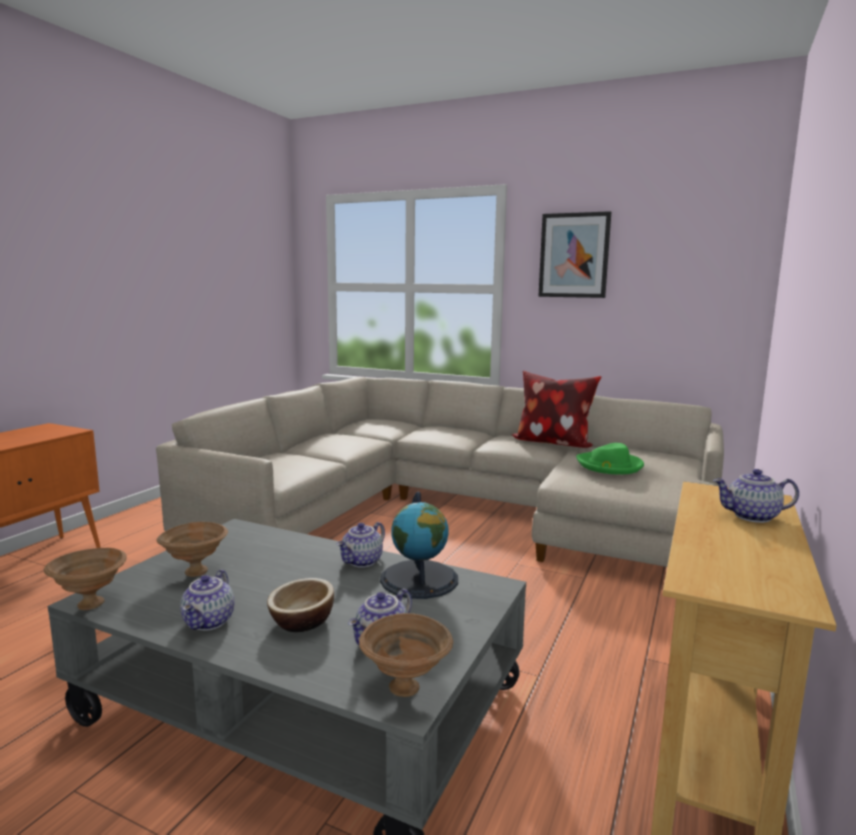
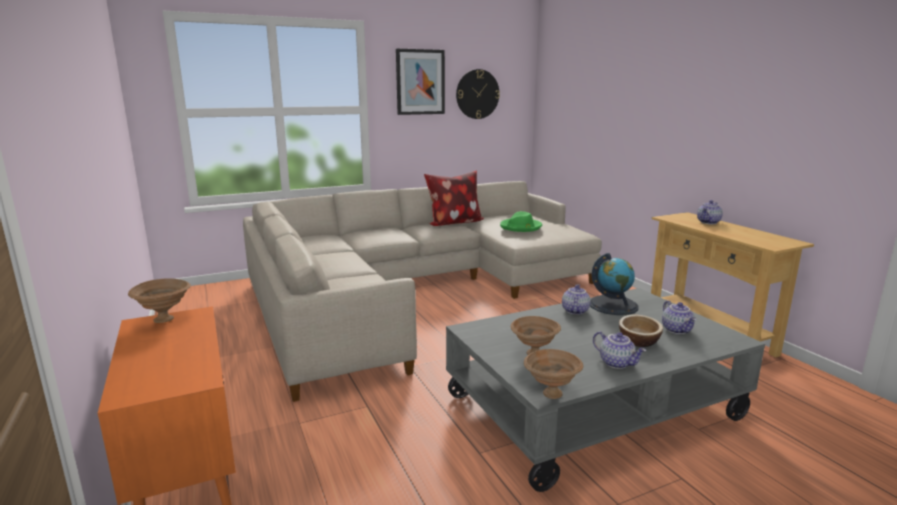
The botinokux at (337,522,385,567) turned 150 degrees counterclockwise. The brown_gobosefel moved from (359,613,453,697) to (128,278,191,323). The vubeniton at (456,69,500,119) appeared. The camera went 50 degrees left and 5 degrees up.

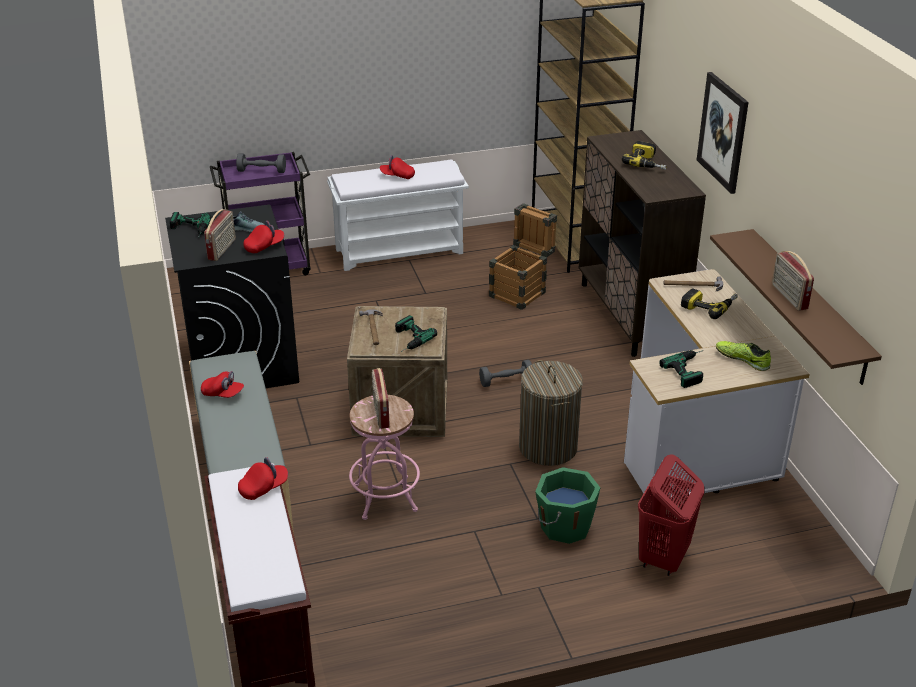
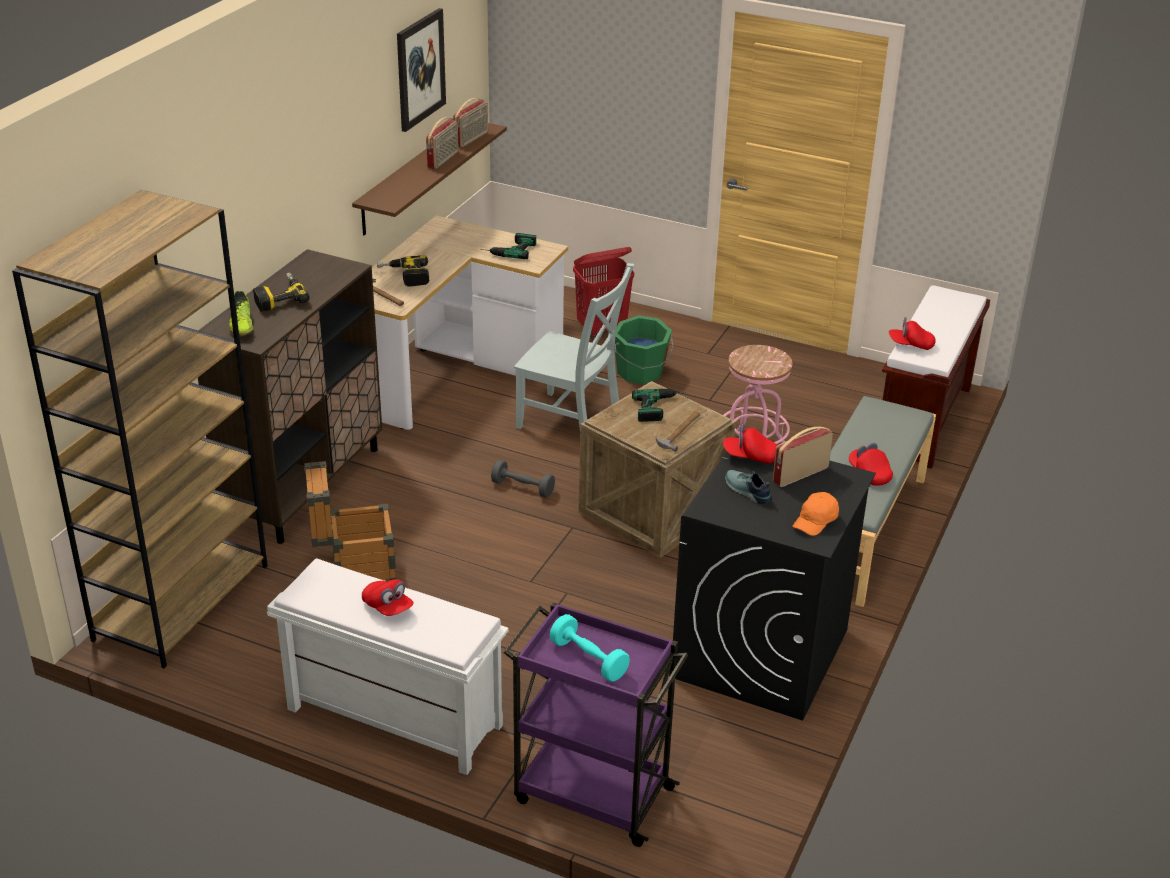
The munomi moved from (697,72,749,194) to (397,8,446,132). The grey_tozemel at (236,153,286,173) became the turquoise_tozemel at (550,614,630,682). The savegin at (169,212,211,238) was replaced by the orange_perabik at (793,492,839,536). The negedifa moved from (716,341,771,371) to (229,291,253,336). The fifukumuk at (519,360,583,466) was replaced by the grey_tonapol at (514,263,634,429). The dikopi moved from (372,368,390,429) to (453,98,488,148). The camera went 140 degrees left and 0 degrees up.

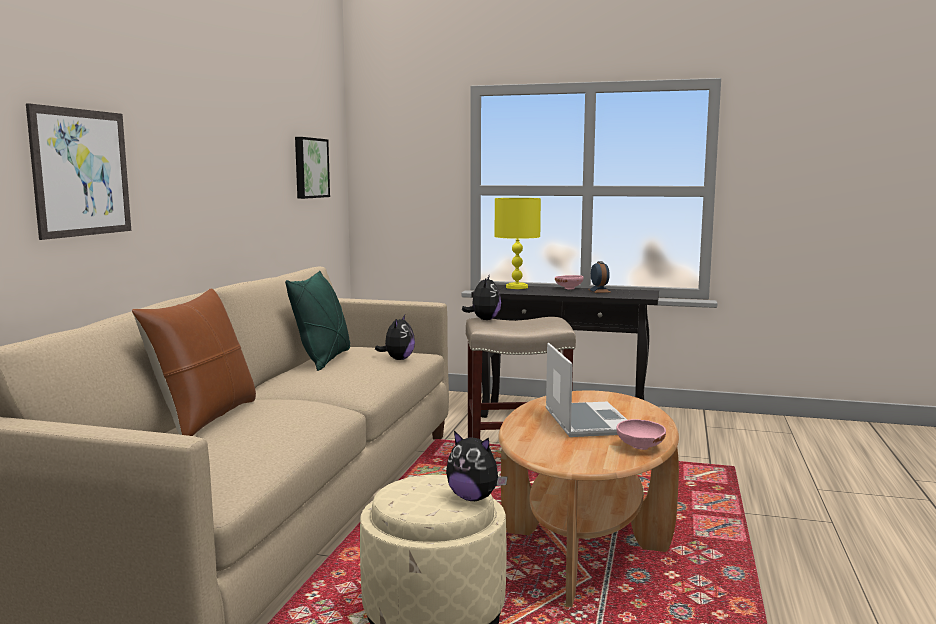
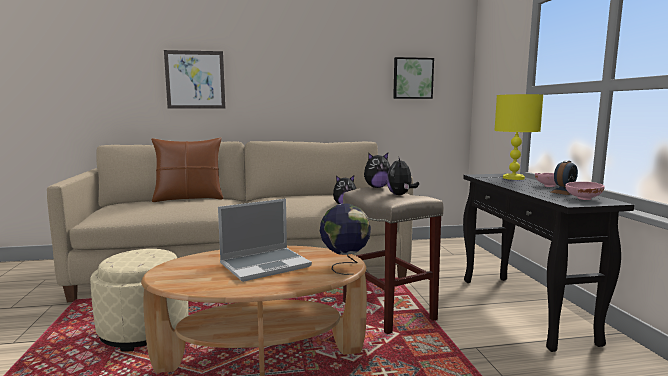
The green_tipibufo at (285,271,350,371) disappeared. The pink_gobosefel moved from (616,419,666,450) to (565,182,605,200). The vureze moved from (446,431,508,501) to (387,156,419,195). The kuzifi at (320,204,371,275) appeared. The camera went 65 degrees right and 0 degrees up.

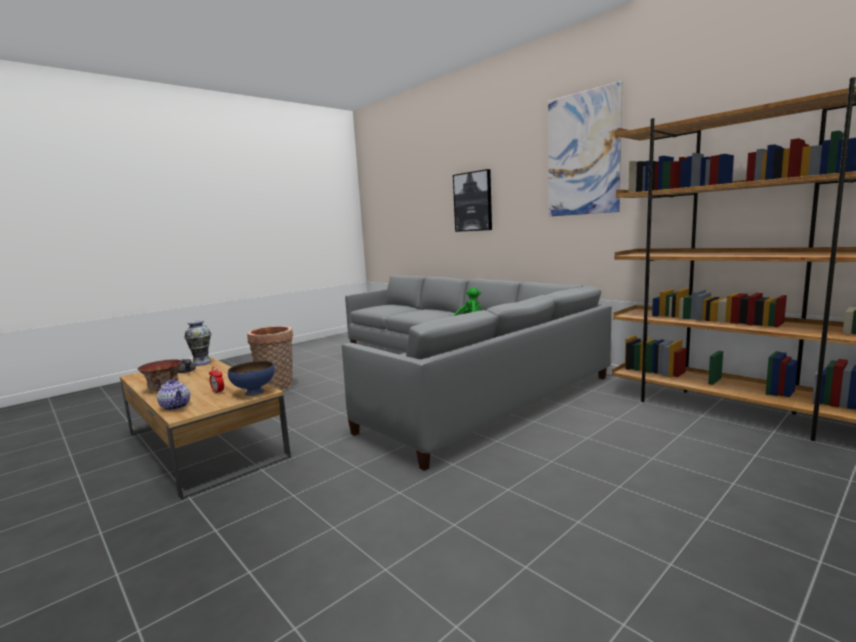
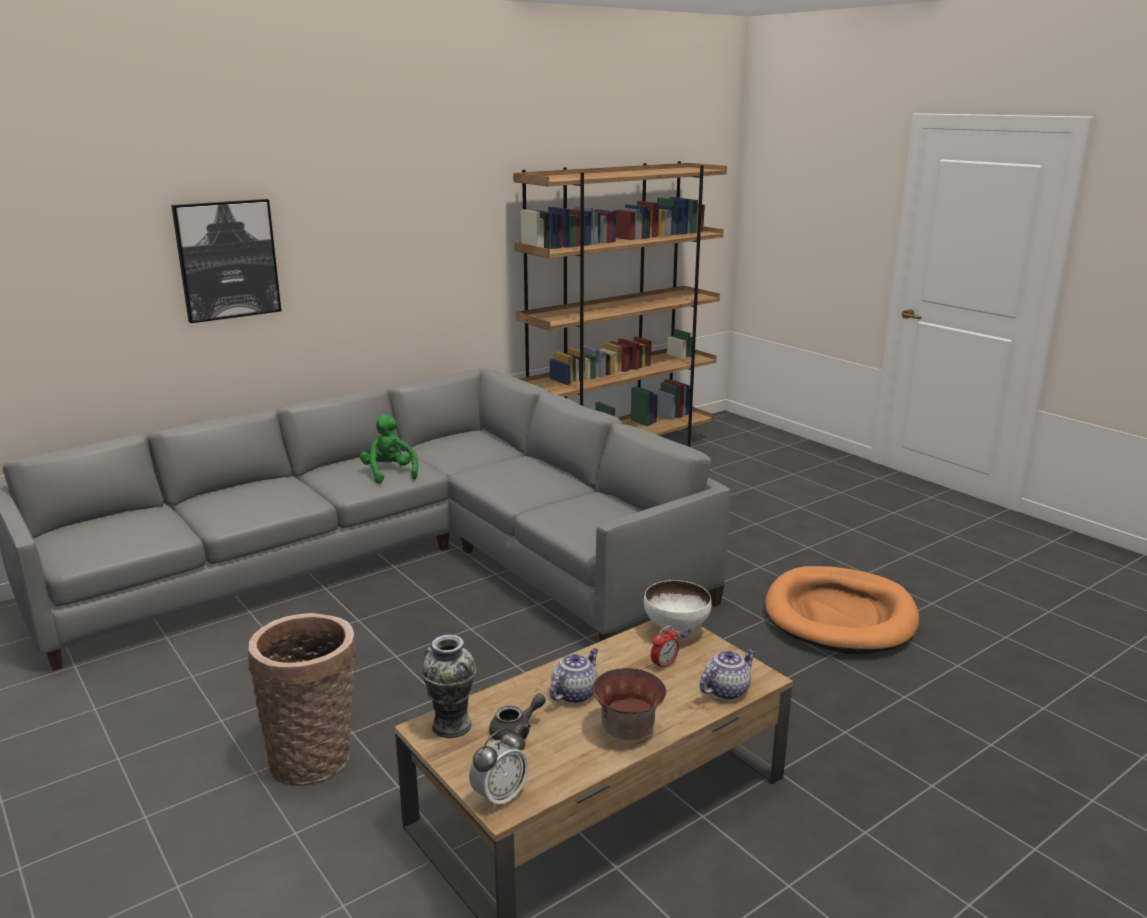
The munomi at (548,81,622,217) disappeared. The blue_gobosefel at (228,361,275,396) became the white_gobosefel at (644,580,712,639). The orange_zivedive at (765,566,919,654) appeared. The botinokux at (550,648,598,704) appeared. The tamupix at (469,728,529,810) appeared. The camera went 85 degrees left and 10 degrees up.

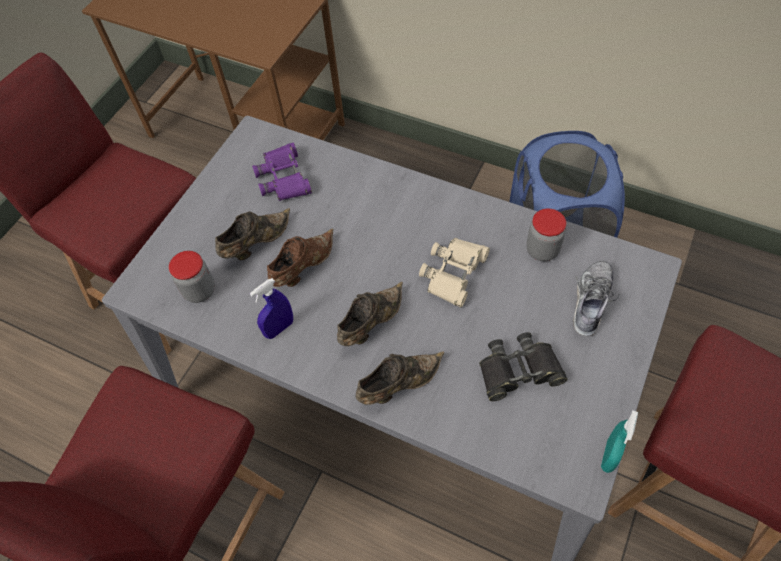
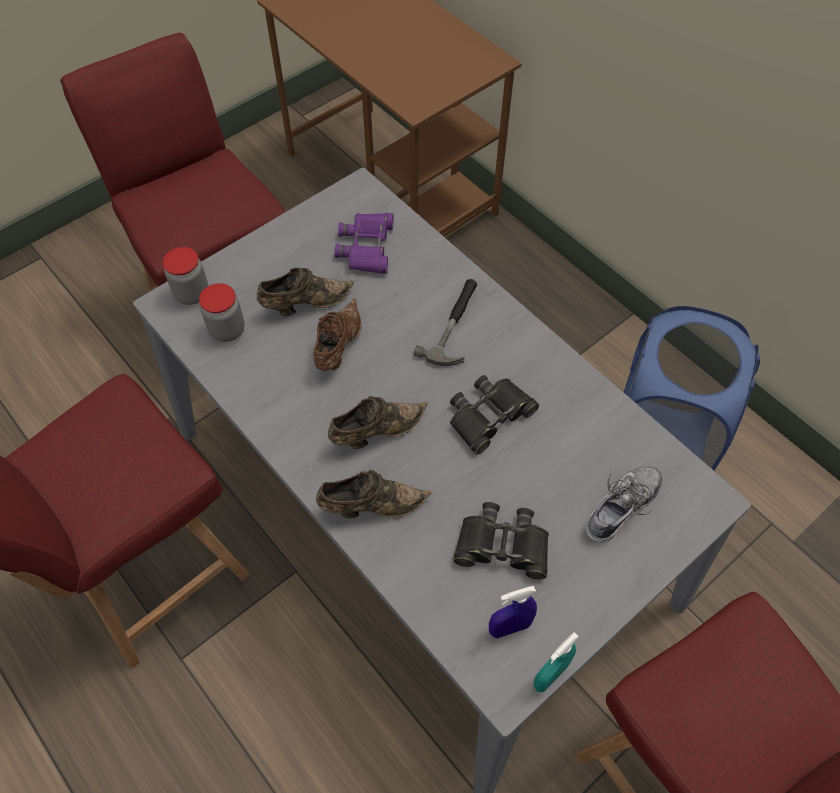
The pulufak moved from (526,209,566,261) to (163,247,208,305). The brown_negedifa at (267,228,333,287) turned 45 degrees counterclockwise. The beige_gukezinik at (419,238,490,307) became the black_gukezinik at (450,375,539,455). The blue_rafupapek moved from (250,278,293,339) to (489,586,537,638). The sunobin at (413,279,477,366) appeared. The camera went 20 degrees right and 0 degrees up.

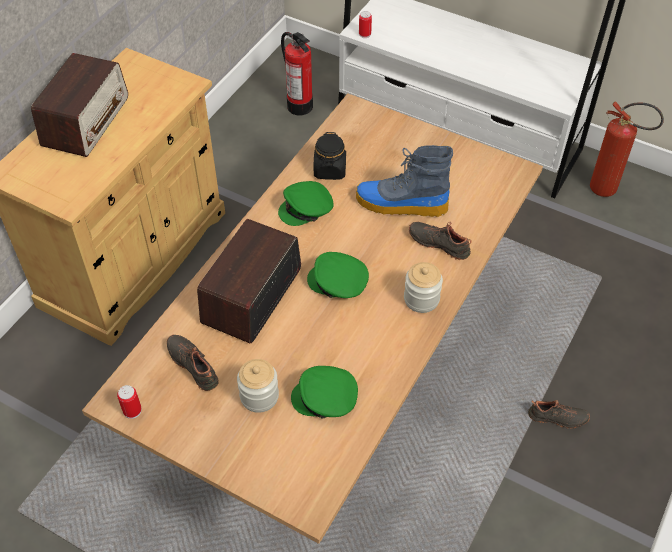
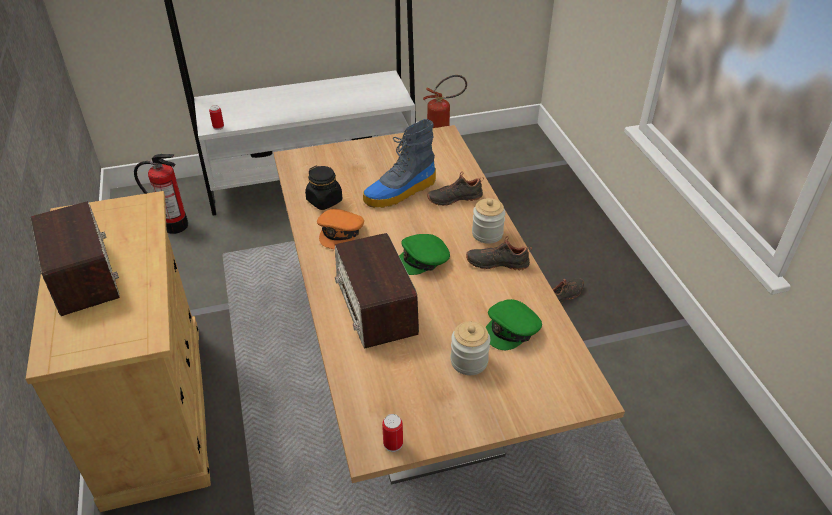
The green_perabik at (278,181,334,226) became the orange_perabik at (317,209,364,249). The black_negedifa moved from (167,335,219,391) to (466,236,532,270). The camera went 45 degrees left and 10 degrees down.

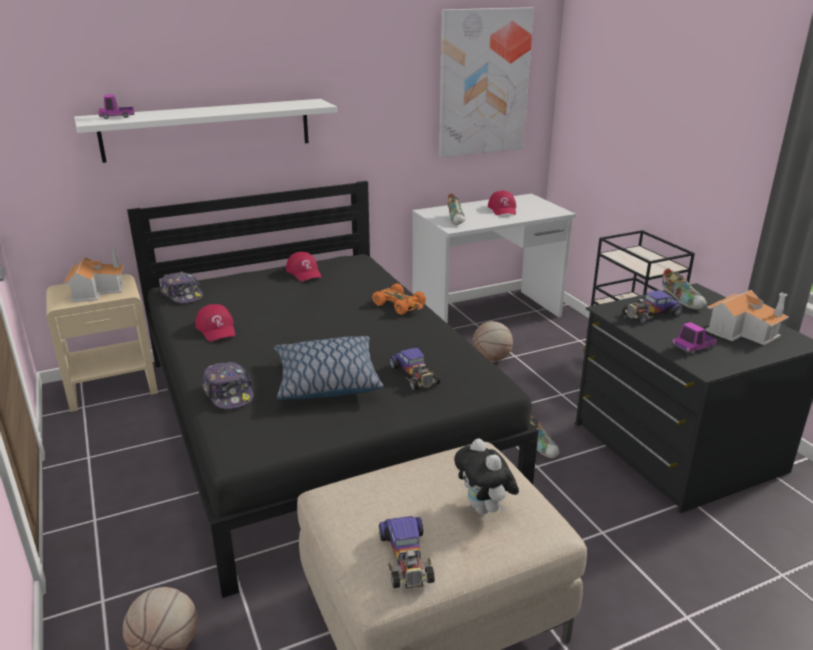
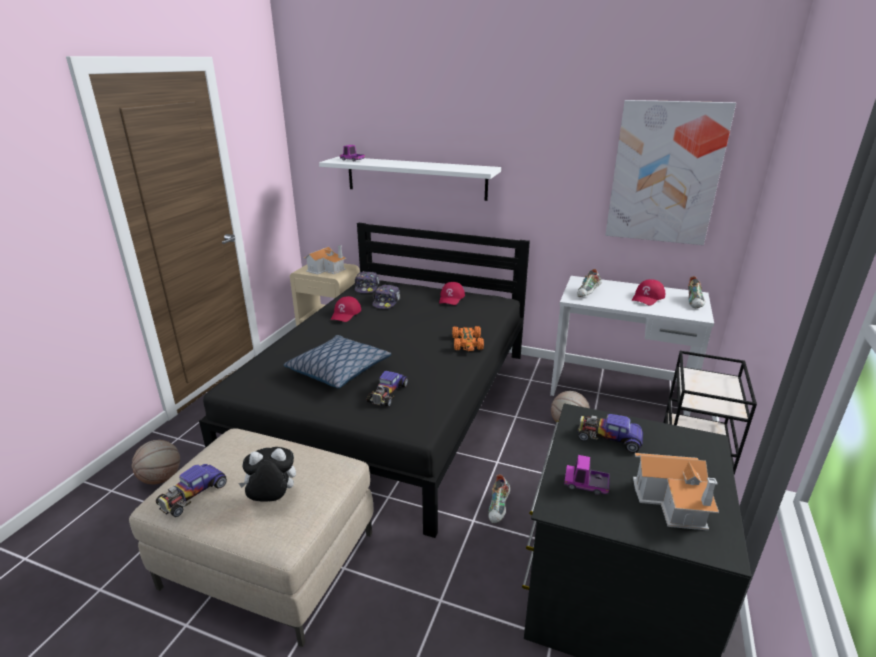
The negedifa moved from (662,268,707,309) to (688,276,705,308). The perabik moved from (202,362,254,409) to (372,284,401,309). The vureze at (454,439,519,514) turned 60 degrees clockwise. The camera went 45 degrees right and 0 degrees up.

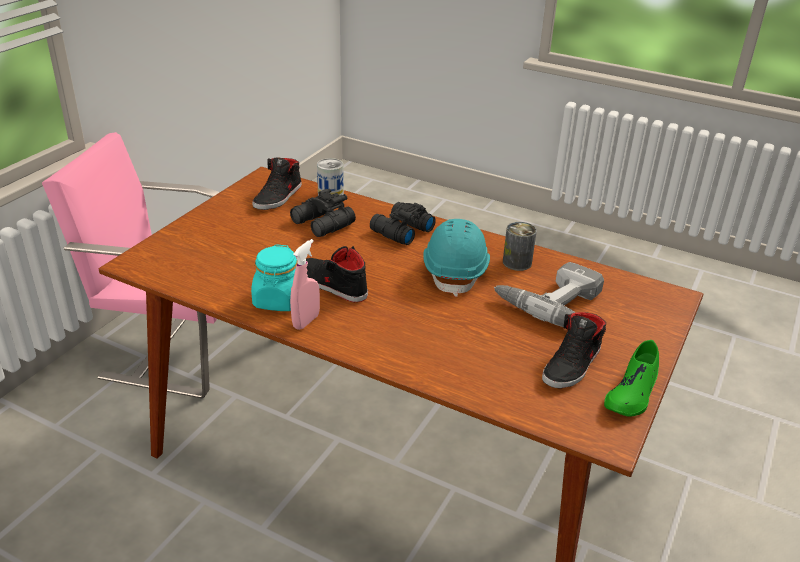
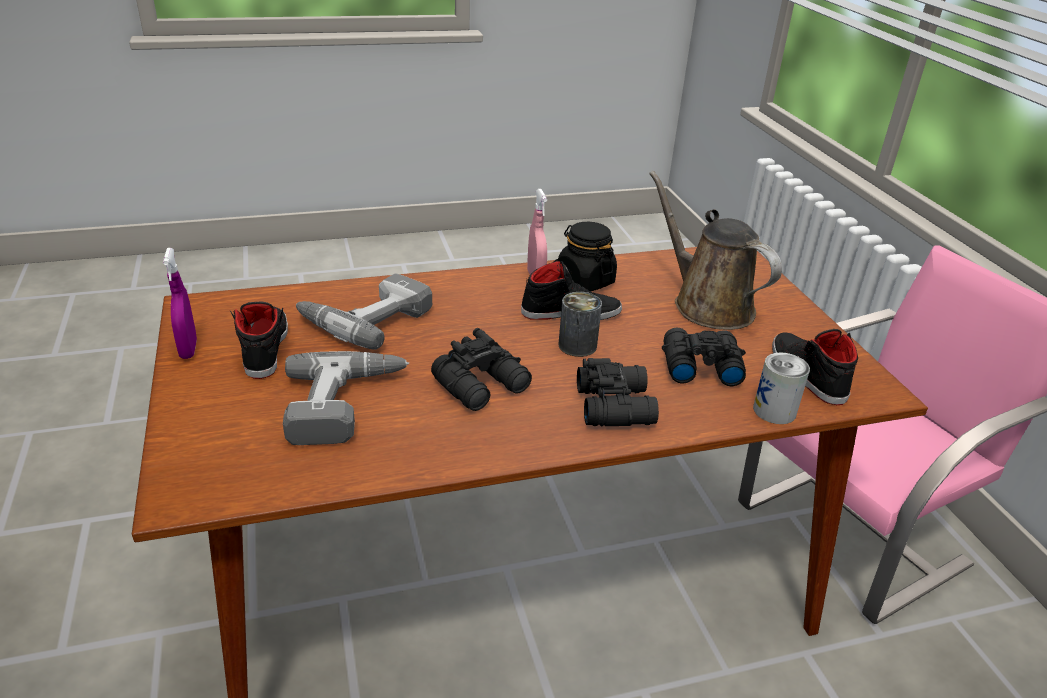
The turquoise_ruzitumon at (423,219,490,297) was replaced by the black_gukezinik at (431,328,532,411). The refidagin moved from (503,222,537,271) to (559,292,602,357). The turquoise_pulufak at (251,244,298,311) became the black_pulufak at (558,222,617,291). The green_negedifa at (604,340,659,417) was replaced by the purple_rafupapek at (163,248,197,359). The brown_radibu at (649,171,782,330) appeared. The savegin at (296,273,432,350) appeared. The camera went 135 degrees right and 0 degrees up.

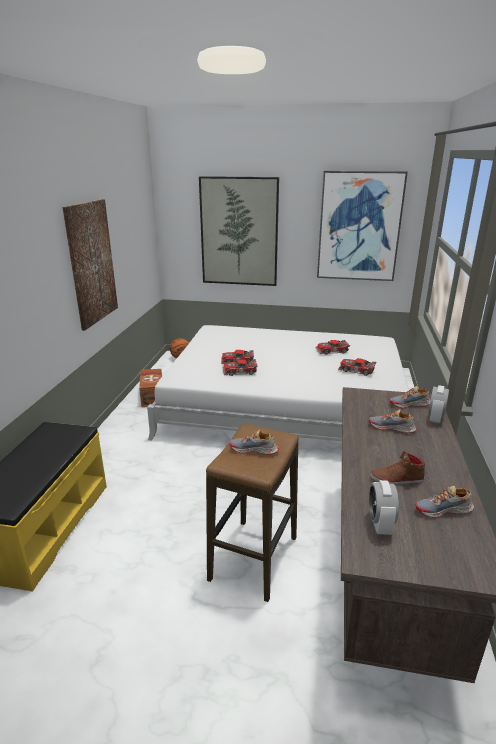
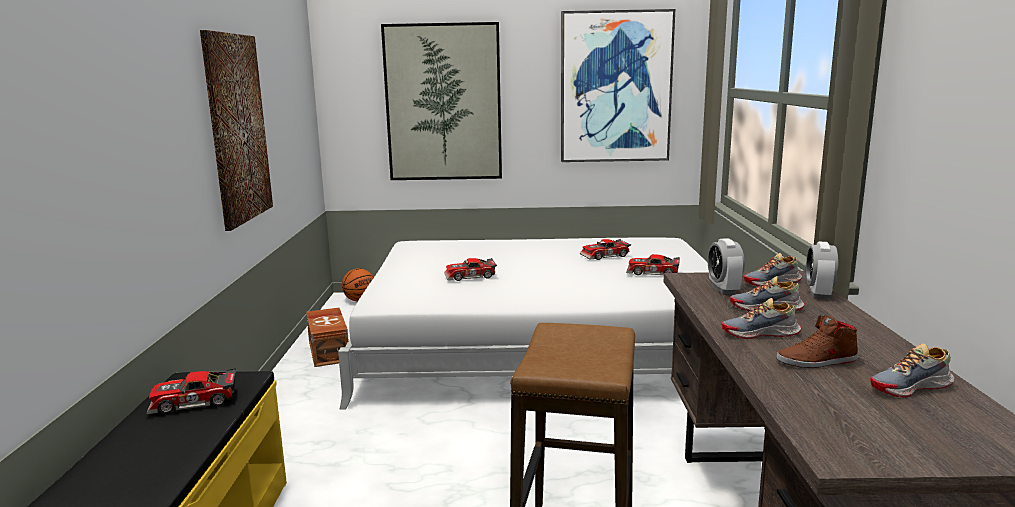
The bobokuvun moved from (223,359,258,376) to (146,368,236,414). The negedifa moved from (229,430,279,455) to (722,298,802,339). The tamupix moved from (369,480,399,535) to (707,238,745,294). The camera went 10 degrees left and 10 degrees down.

